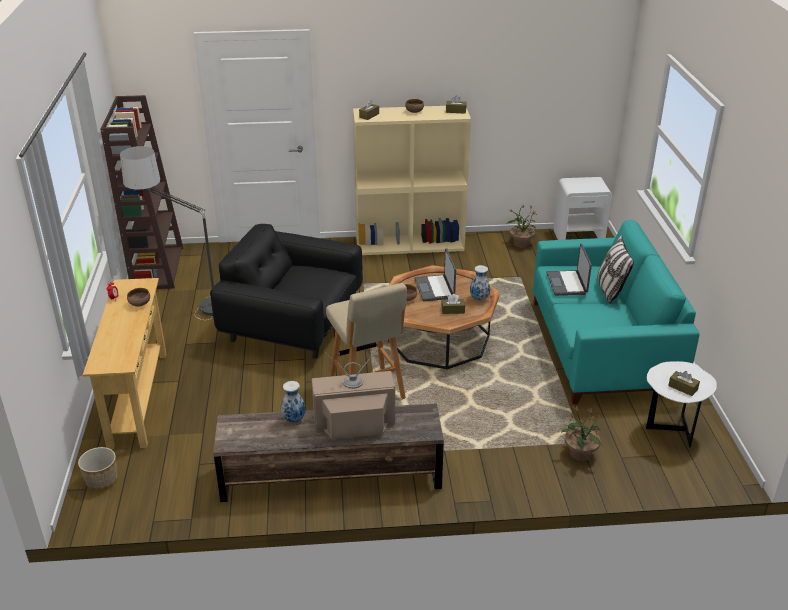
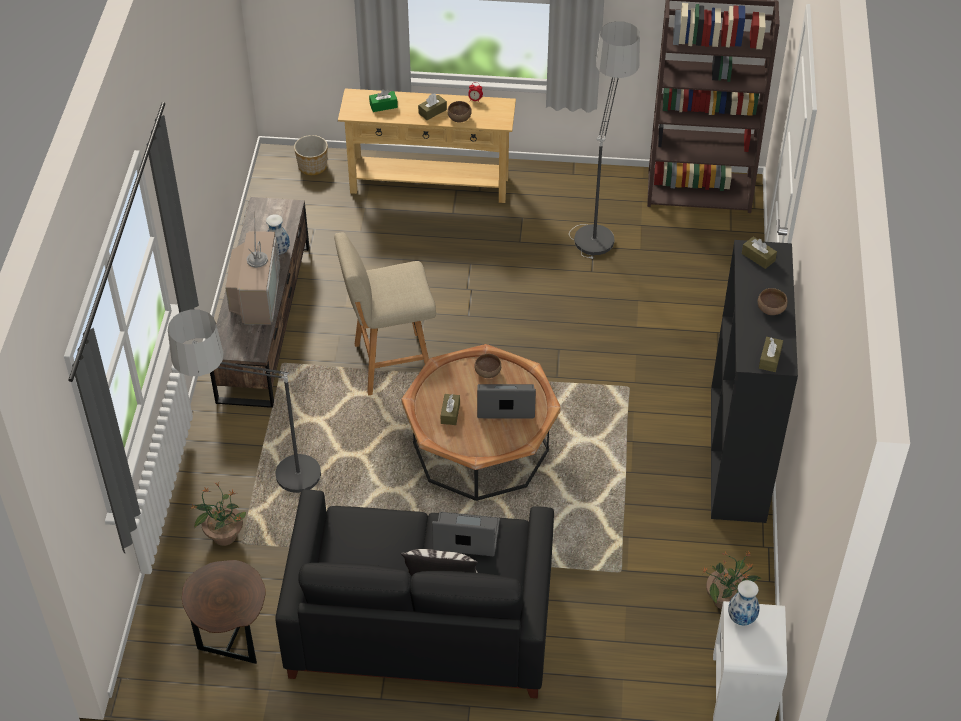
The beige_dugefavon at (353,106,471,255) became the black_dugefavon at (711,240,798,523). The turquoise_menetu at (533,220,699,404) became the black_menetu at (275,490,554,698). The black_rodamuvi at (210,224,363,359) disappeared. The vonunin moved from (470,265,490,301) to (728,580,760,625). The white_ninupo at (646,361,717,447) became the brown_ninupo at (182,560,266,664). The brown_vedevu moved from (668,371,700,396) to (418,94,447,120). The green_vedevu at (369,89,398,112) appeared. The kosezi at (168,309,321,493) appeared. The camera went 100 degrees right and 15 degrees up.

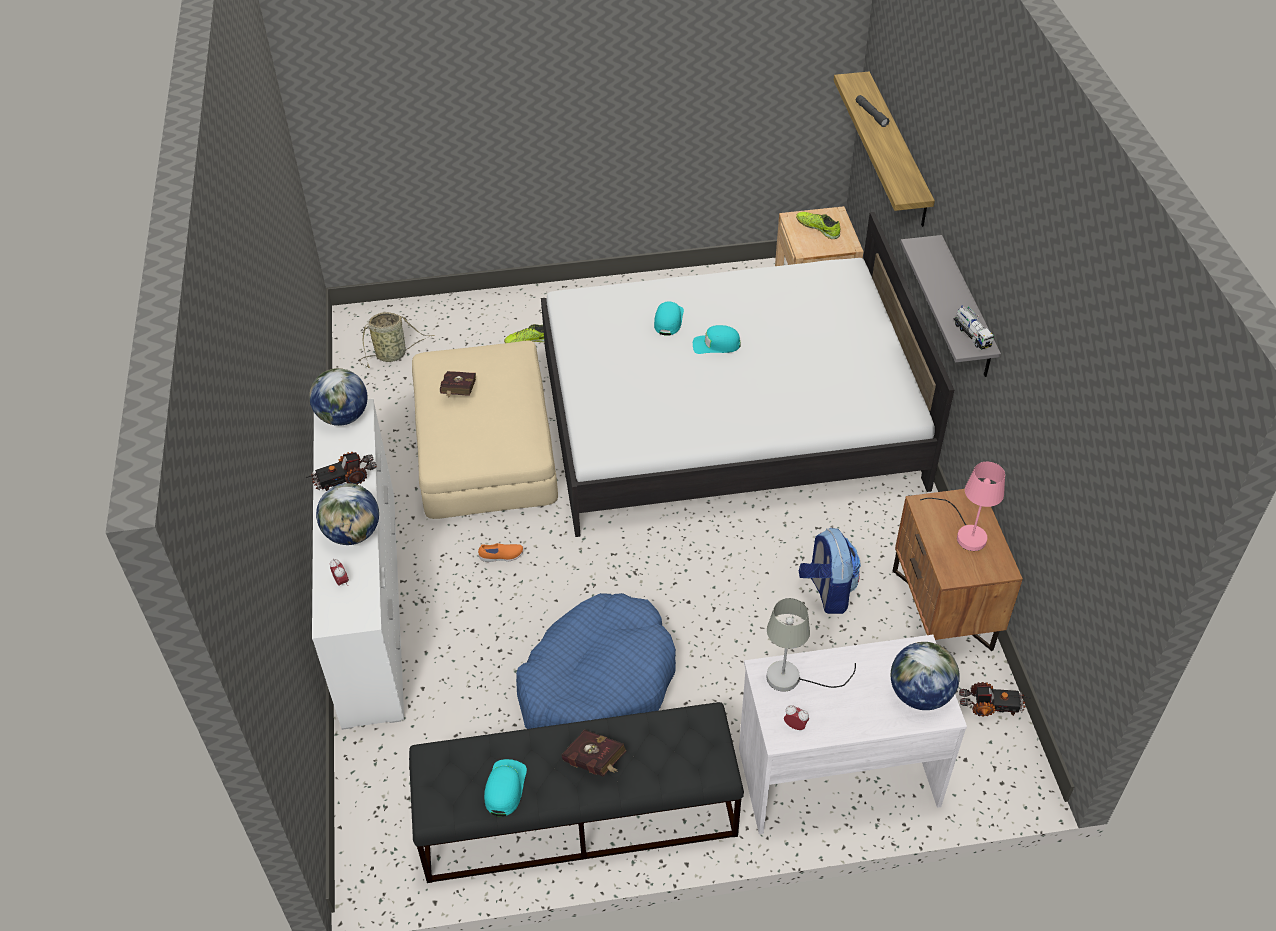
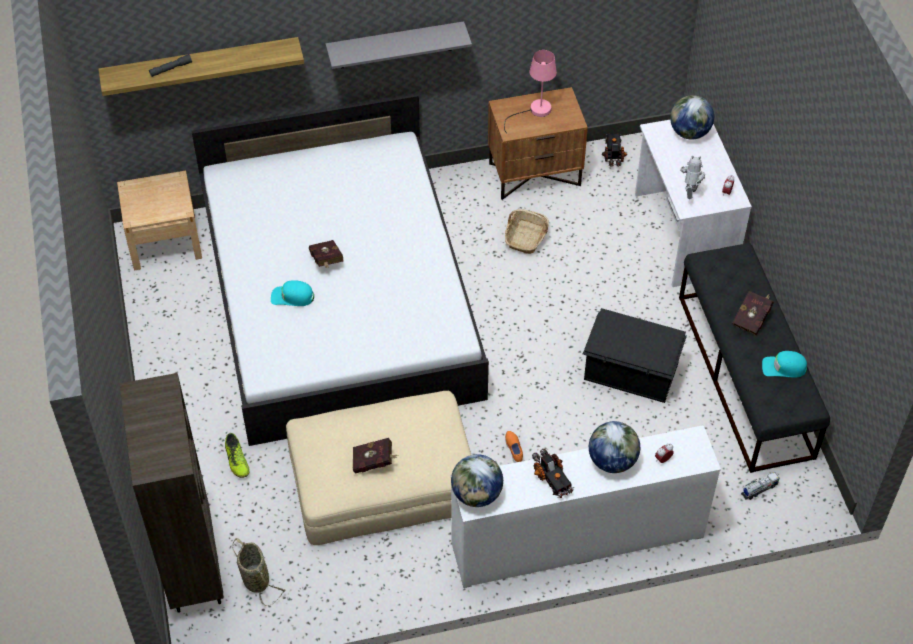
The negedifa at (796,212,840,239) disappeared. The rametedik moved from (953,305,994,350) to (741,472,780,500). The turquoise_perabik at (693,325,741,354) was replaced by the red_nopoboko at (309,240,343,268). The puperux at (799,528,861,614) was replaced by the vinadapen at (505,209,549,254). The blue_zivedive at (516,593,676,729) was replaced by the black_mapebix at (583,308,687,403). The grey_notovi at (767,598,856,692) was replaced by the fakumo at (680,156,705,199). The brown_dugefavon at (120,373,224,613) appeared. The camera went 95 degrees left and 5 degrees up.

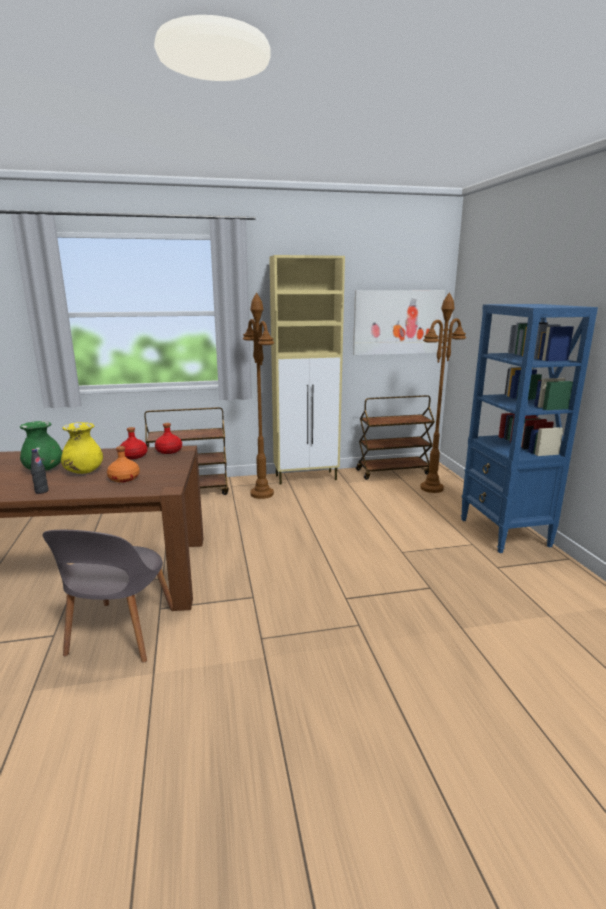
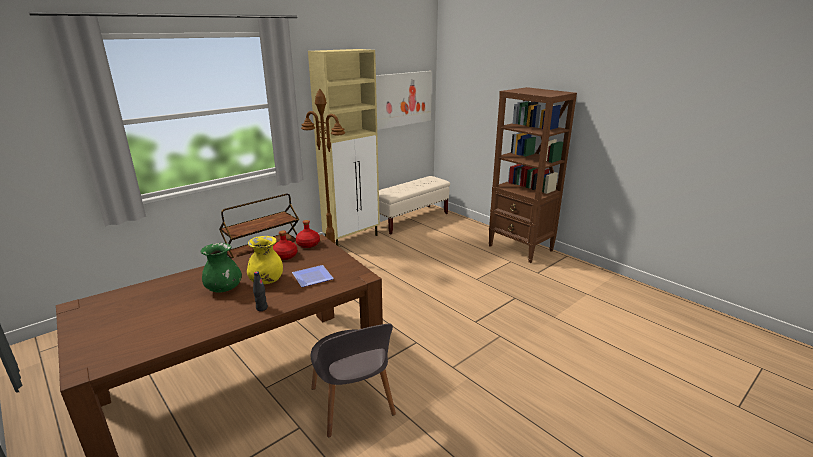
The brown_kosezi at (420,293,466,493) disappeared. The blue_dugefavon at (461,304,598,553) became the brown_dugefavon at (489,87,577,263). The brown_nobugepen at (356,395,435,480) was replaced by the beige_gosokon at (379,176,450,234). The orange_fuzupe at (107,446,140,483) was replaced by the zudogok at (292,265,334,287). The camera went 30 degrees left and 5 degrees up.

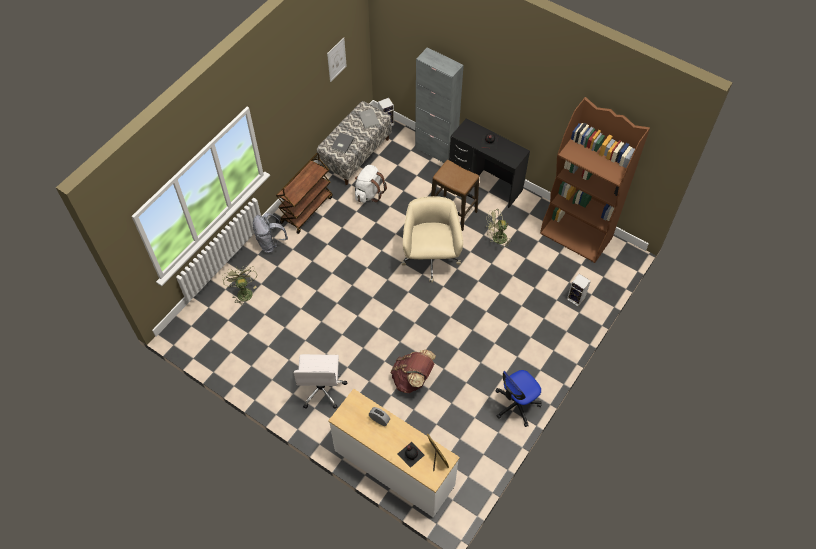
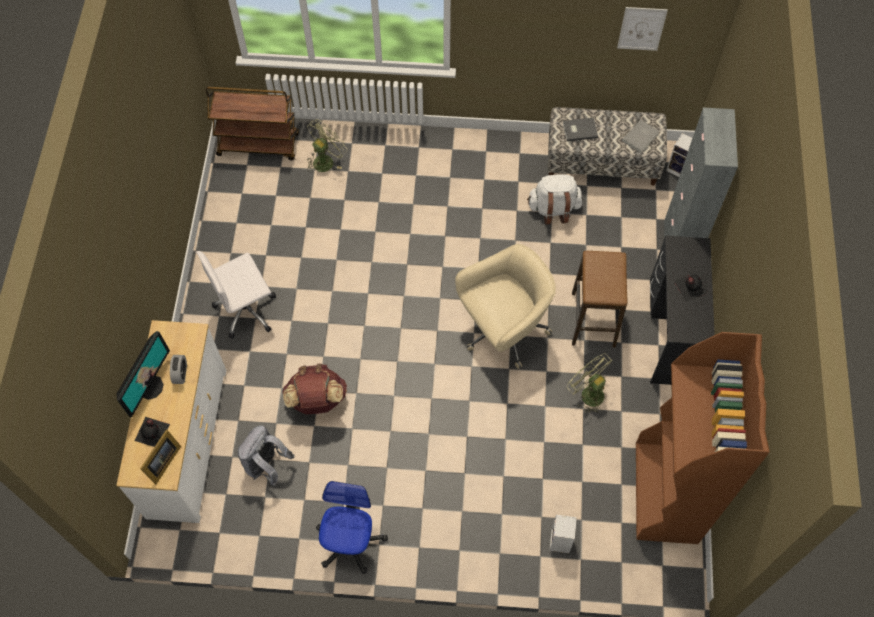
The brown_nobugepen moved from (276,153,333,234) to (206,87,299,160). The grey_puperux moved from (253,213,288,253) to (238,425,295,487). The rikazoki at (495,370,542,427) turned 75 degrees clockwise. The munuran at (117,331,170,417) appeared. The camera went 60 degrees right and 5 degrees up.

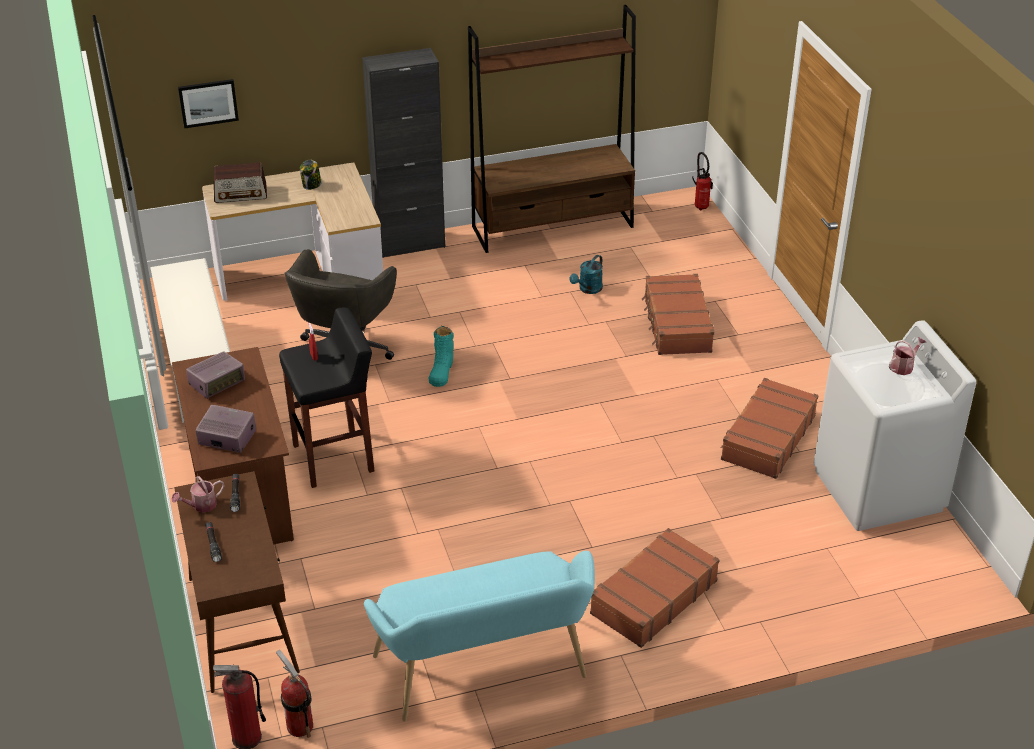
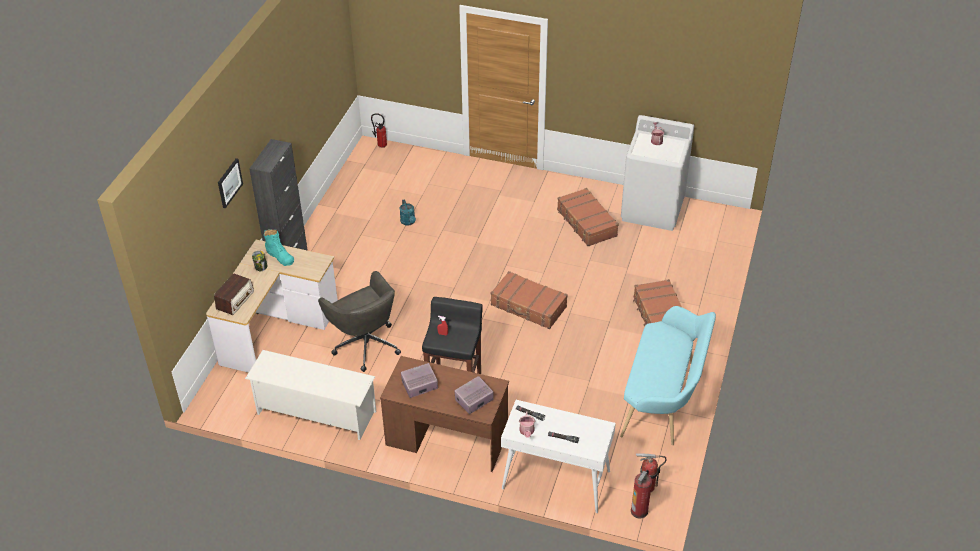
The brown_dugefavon at (468,5,636,253) disappeared. The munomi moved from (178,79,239,128) to (218,158,243,208). The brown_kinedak moved from (642,274,714,355) to (491,271,568,329). The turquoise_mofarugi moved from (428,326,453,387) to (264,229,294,266). The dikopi at (186,351,245,399) turned 105 degrees counterclockwise. The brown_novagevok at (174,471,300,693) became the white_novagevok at (501,400,616,513). The camera went 55 degrees left and 5 degrees up.

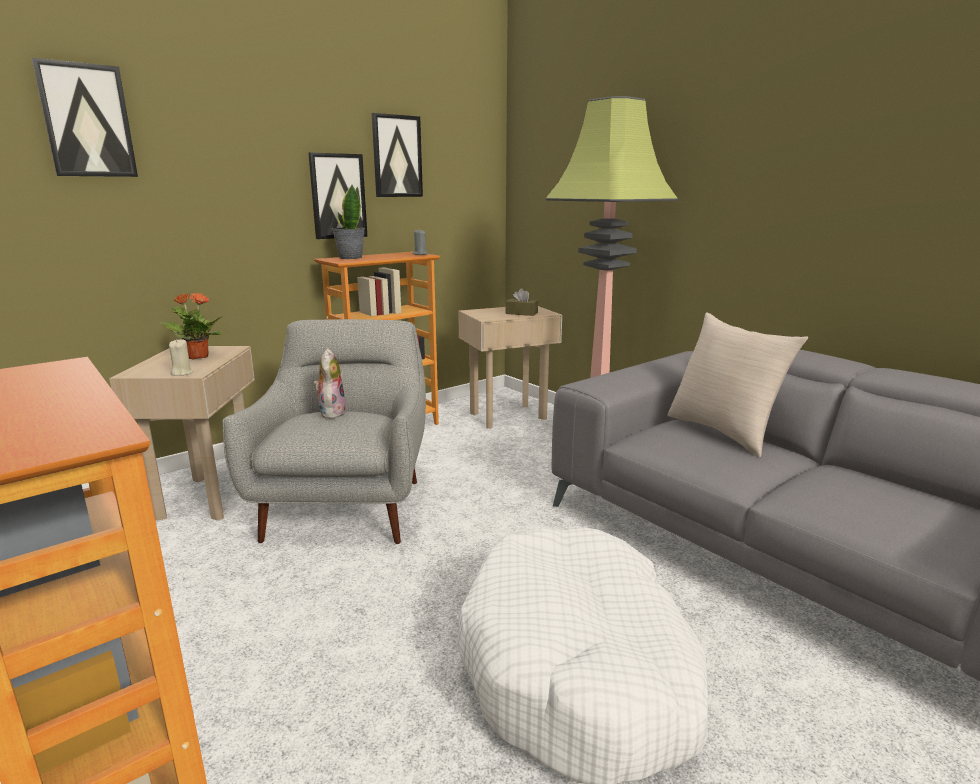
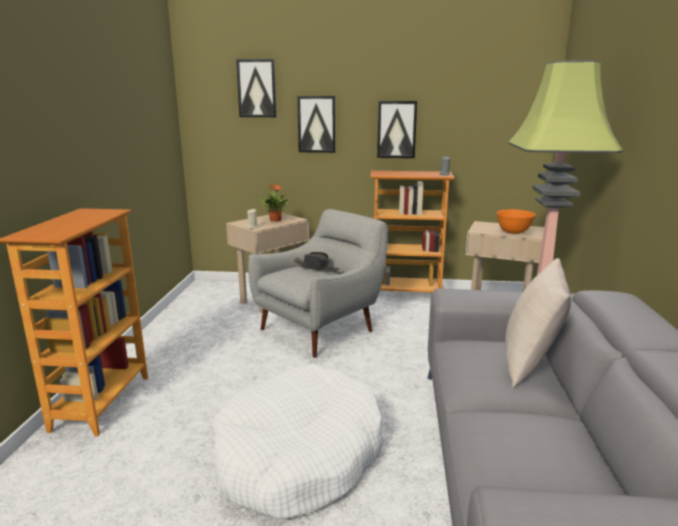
The munomi moved from (372,113,423,197) to (297,96,335,153). The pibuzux at (332,185,365,259) disappeared. The brown_vedevu at (506,288,538,316) was replaced by the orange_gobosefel at (497,209,536,234). The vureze at (313,348,347,419) was replaced by the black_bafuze at (293,252,340,272). The camera went 45 degrees right and 0 degrees up.

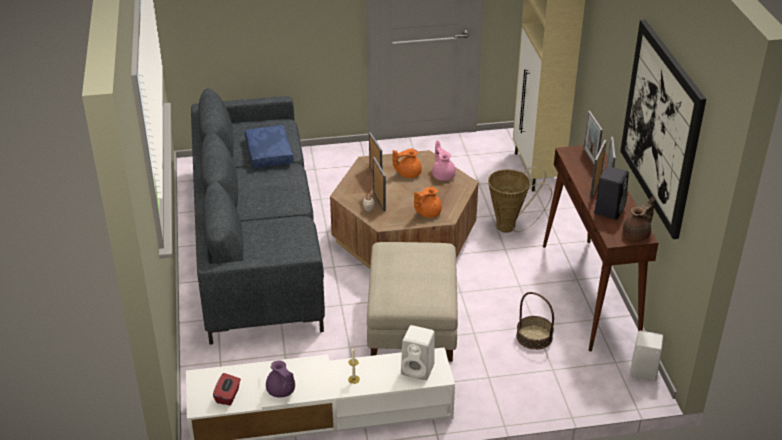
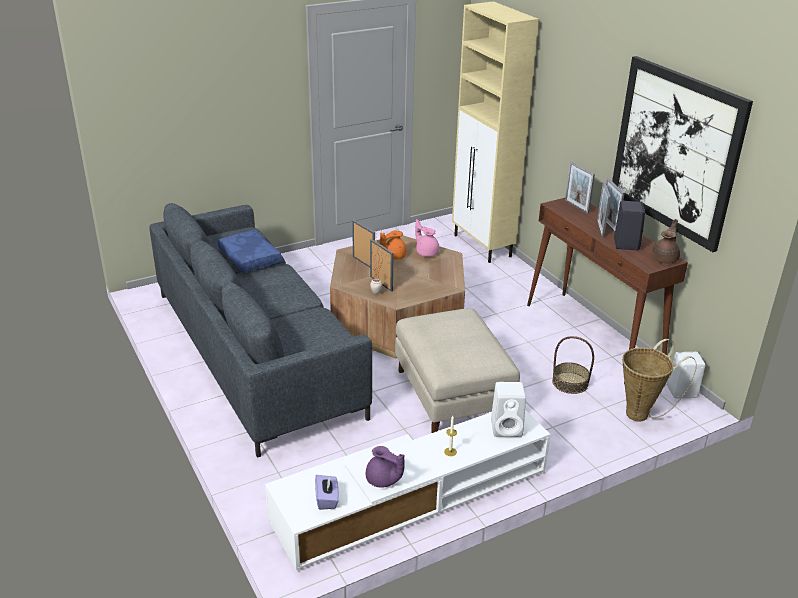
The vinadapen moved from (488,166,552,233) to (622,339,697,421). The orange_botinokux at (414,186,442,218) disappeared. The red_vedevu at (213,373,241,405) became the purple_vedevu at (315,474,339,510). The camera went 20 degrees left and 5 degrees down.

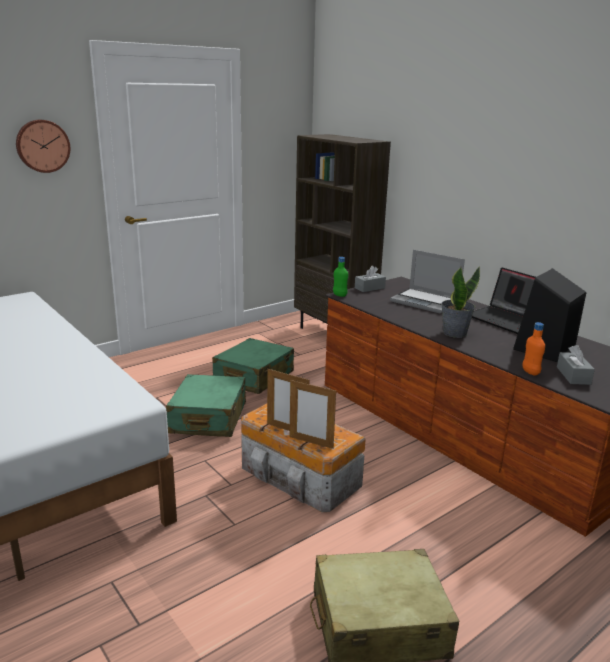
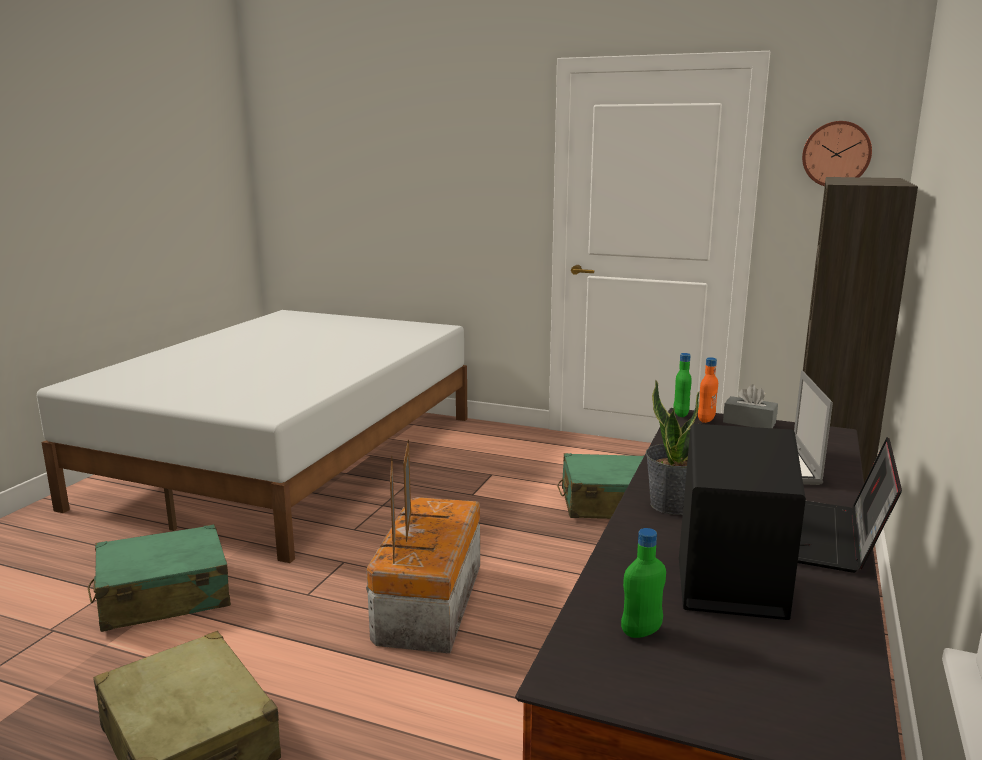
The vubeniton moved from (16,120,70,173) to (802,121,872,186). The orange_fuzupe moved from (522,322,545,376) to (698,357,718,423). The grey_vedevu at (557,345,595,385) was replaced by the green_fuzupe at (621,528,666,638). The green_kinedak moved from (166,374,246,437) to (88,524,231,632). The camera went 60 degrees right and 5 degrees down.

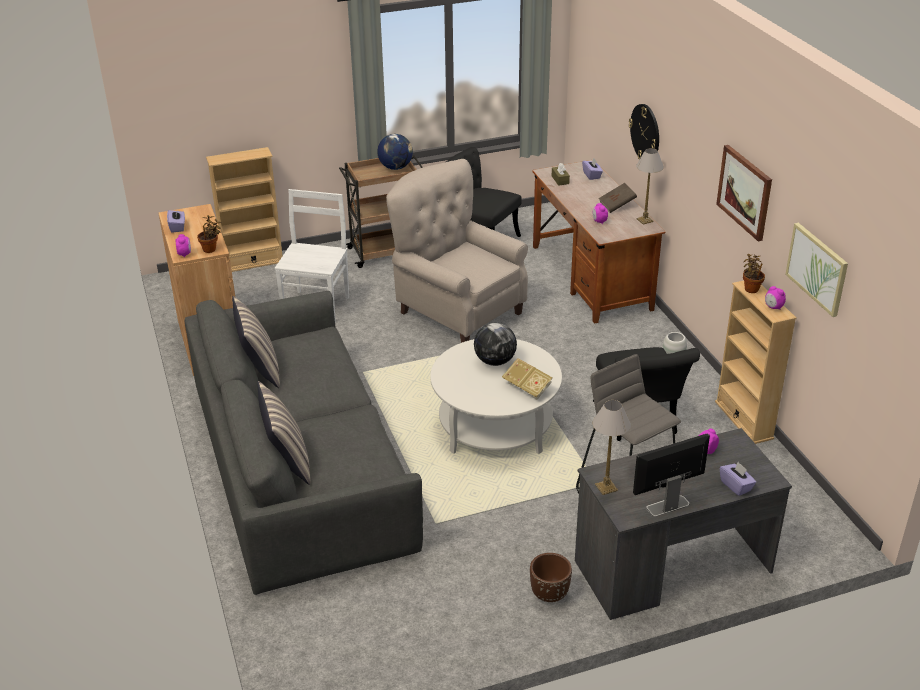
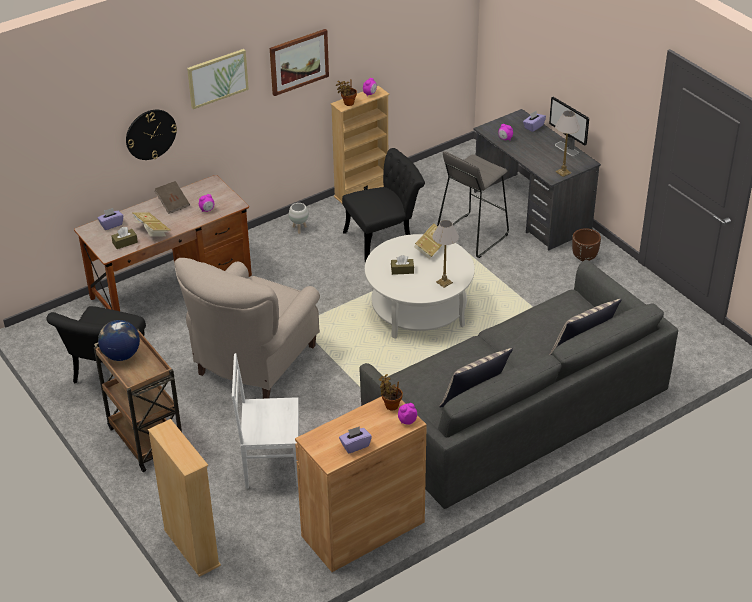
The notovi moved from (636,148,664,224) to (432,220,459,288). The munomi moved from (785,223,848,317) to (187,49,249,109). The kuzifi at (474,323,517,366) was replaced by the brown_vedevu at (391,255,414,275). The nopoboko at (132,212,171,236) appeared. The camera went 105 degrees left and 5 degrees up.

